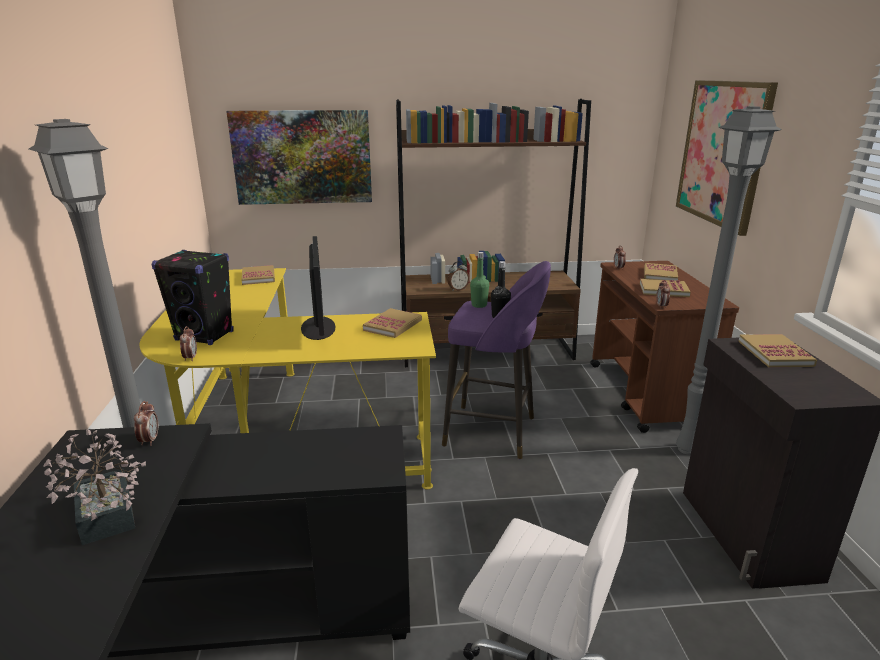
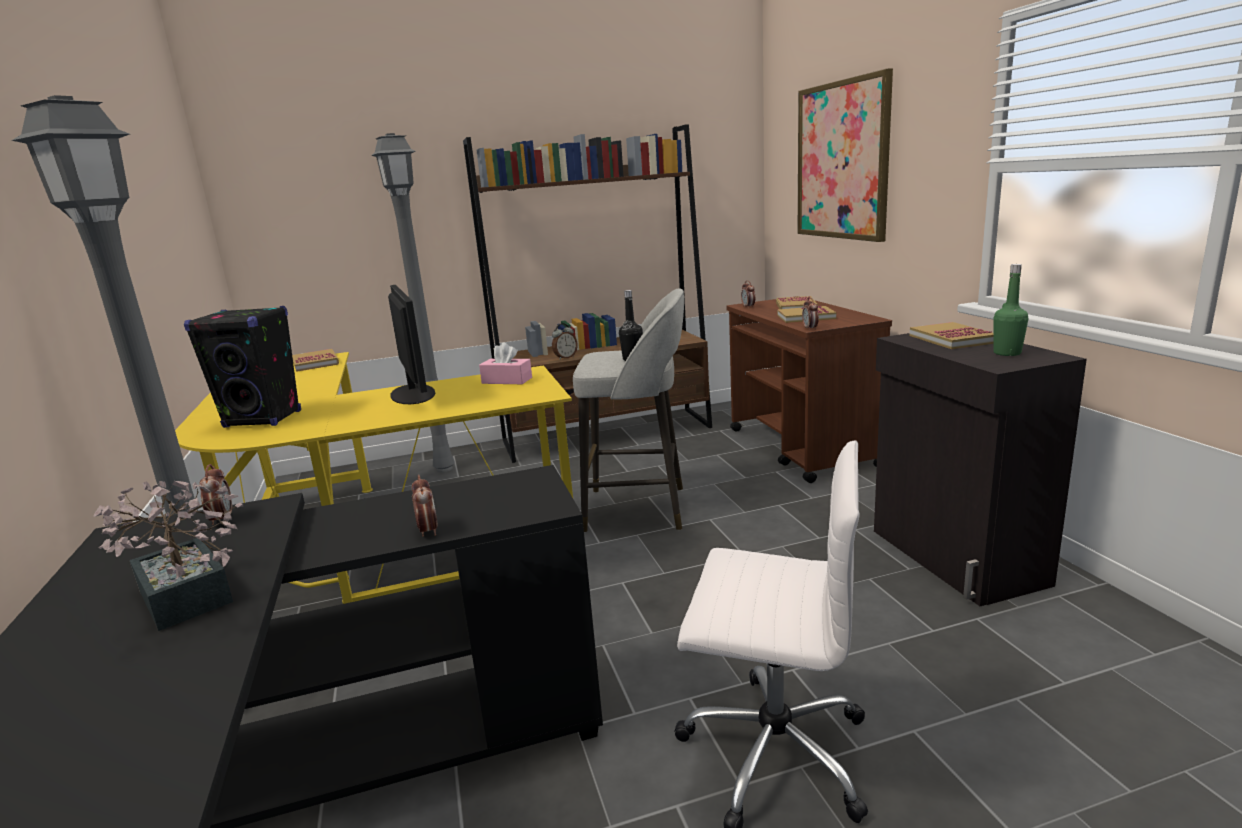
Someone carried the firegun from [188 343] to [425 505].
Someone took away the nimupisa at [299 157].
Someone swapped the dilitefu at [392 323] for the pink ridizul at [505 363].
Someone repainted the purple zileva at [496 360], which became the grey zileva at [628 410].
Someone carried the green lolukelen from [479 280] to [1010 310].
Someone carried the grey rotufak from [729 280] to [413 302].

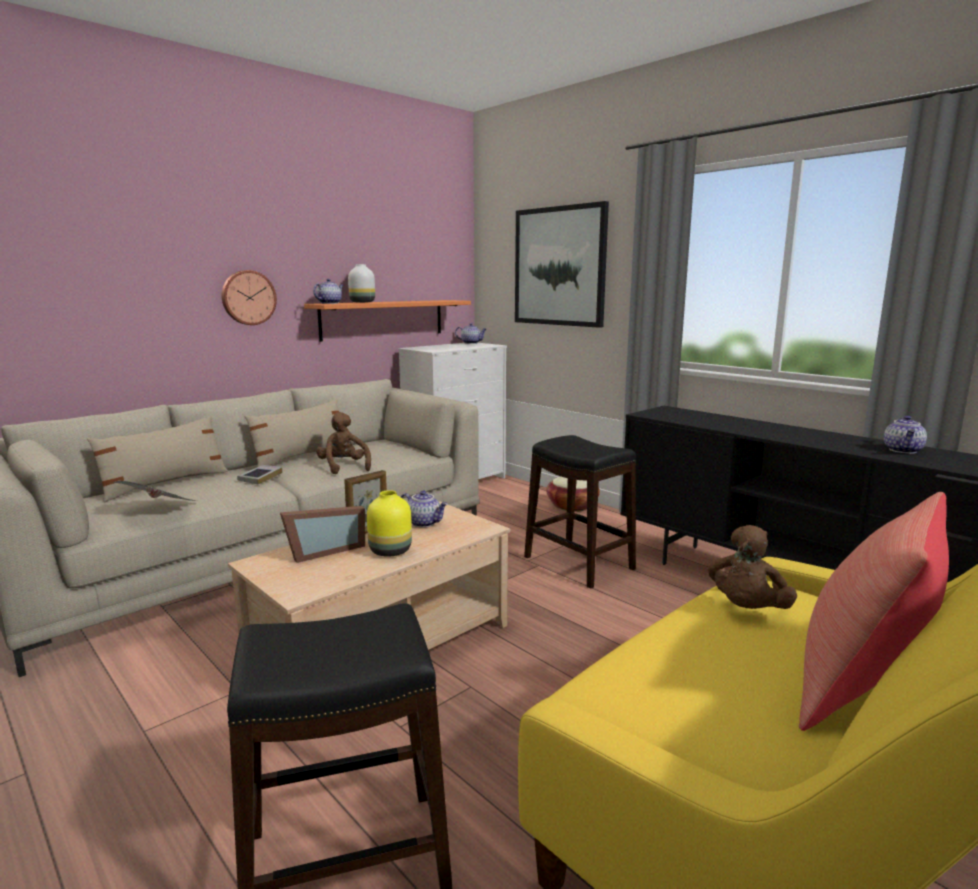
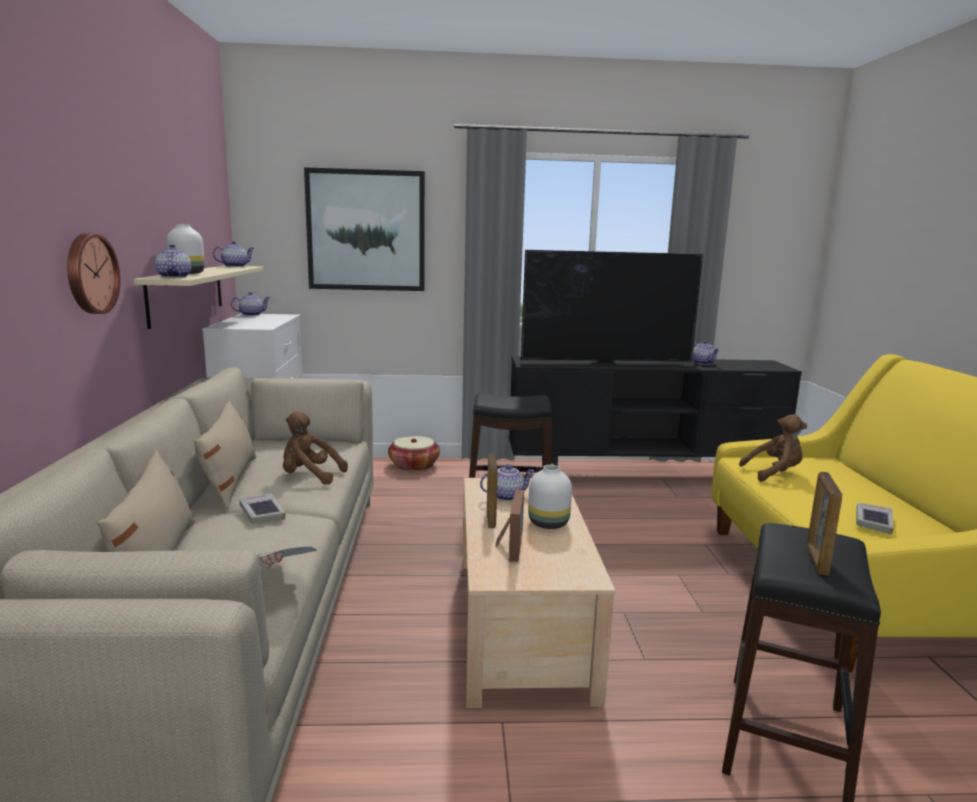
Someone repainted the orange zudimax at [387 321], which became the beige zudimax at [198 297].
Someone repainted the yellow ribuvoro at [389 523], which became the white ribuvoro at [550 497].
Someone rotated the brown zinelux at [752 567] by 75 degrees counterclockwise.
Someone took away the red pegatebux at [874 611].
Someone put down the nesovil at [233 254].
Someone put down the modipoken at [612 308].
Someone put down the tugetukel at [824 523].
Someone put down the dilitefu at [875 519].

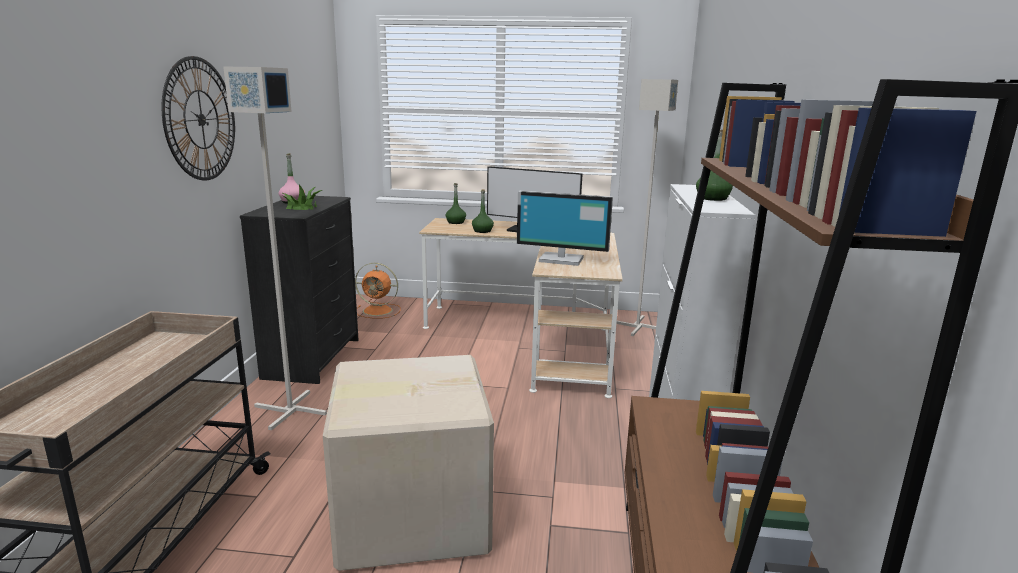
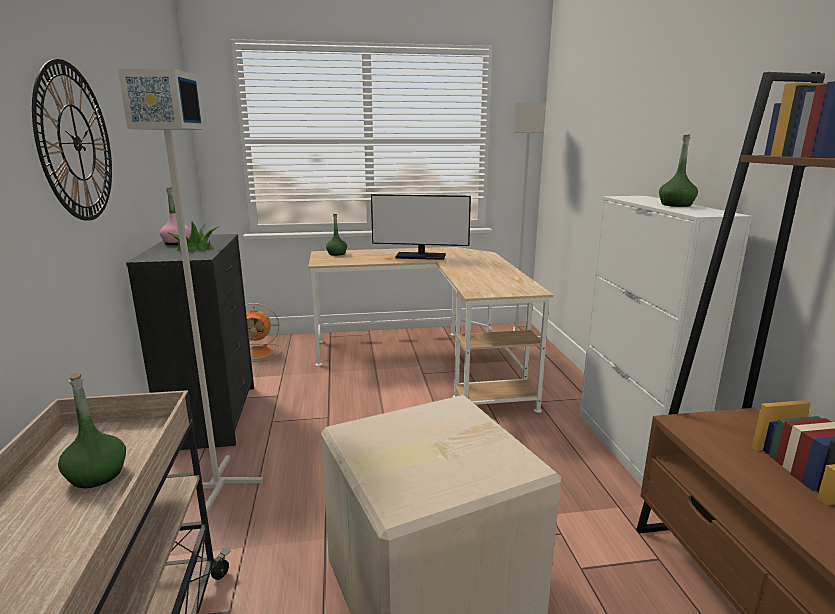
Someone carried the green lolukelen from [483 211] to [92 430].
Someone took away the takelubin at [565 228].

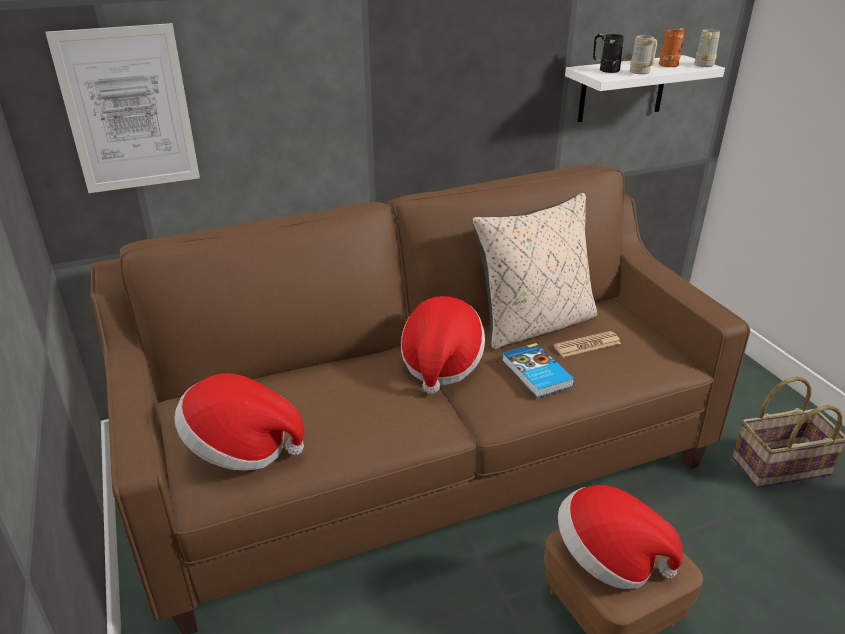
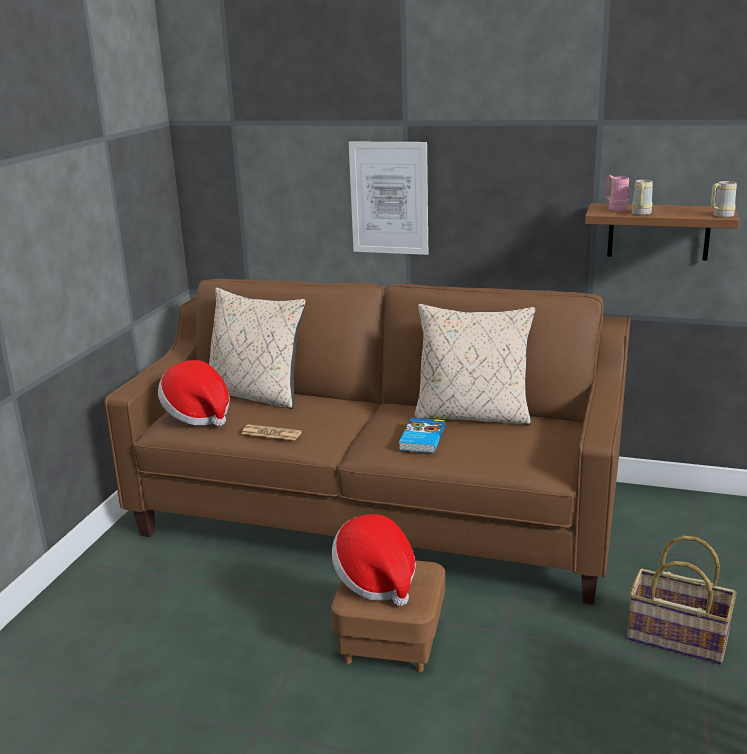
Someone carried the nimupisa from [122 108] to [388 198].
Someone took away the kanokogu at [443 345].
Someone carried the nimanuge from [587 344] to [272 432].
Someone repainted the white zudimax at [645 88], which became the brown zudimax at [662 232].
Someone repainted the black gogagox at [608 53], which became the pink gogagox at [617 193].
Someone took away the orange gogagox at [672 47].
Someone put down the beige pegatebux at [257 348].

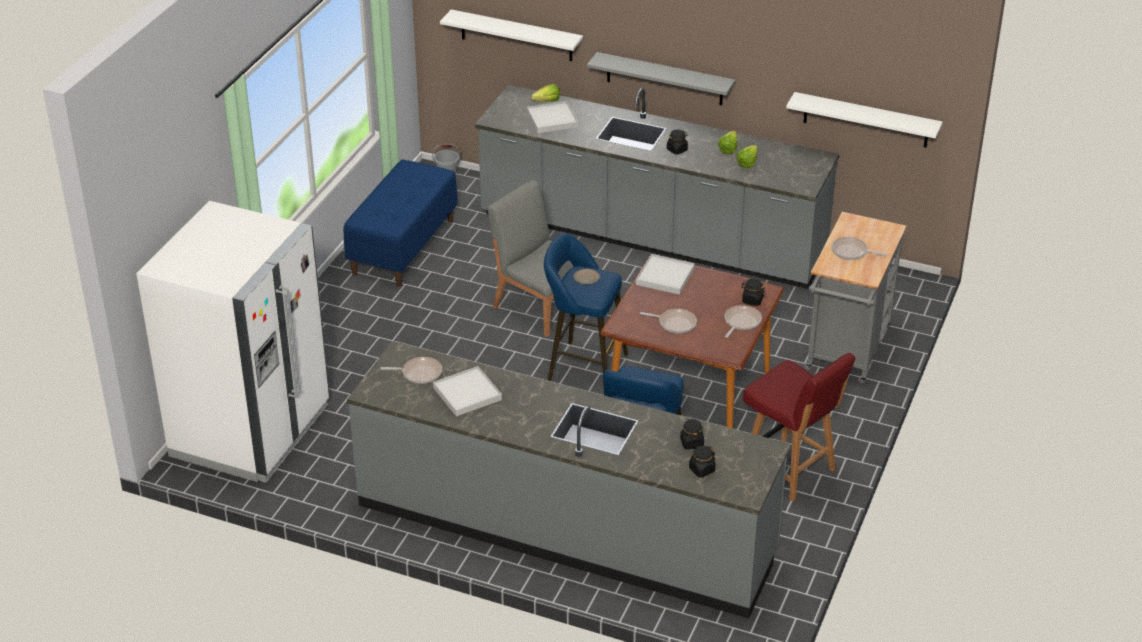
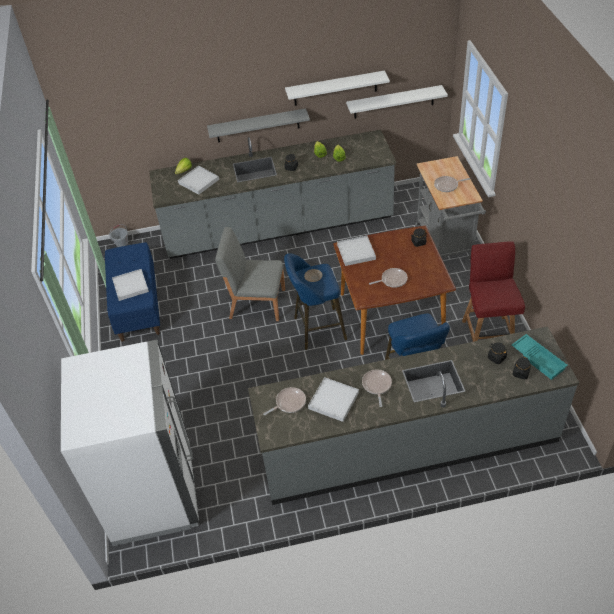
Someone carried the white zudimax from [511 35] to [337 88].
Someone carried the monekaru from [743 321] to [377 388].
Someone rotated the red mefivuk at [799 427] by 105 degrees counterclockwise.
Someone put down the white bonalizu at [130 285].
Someone put down the turquoise bonalizu at [540 357].

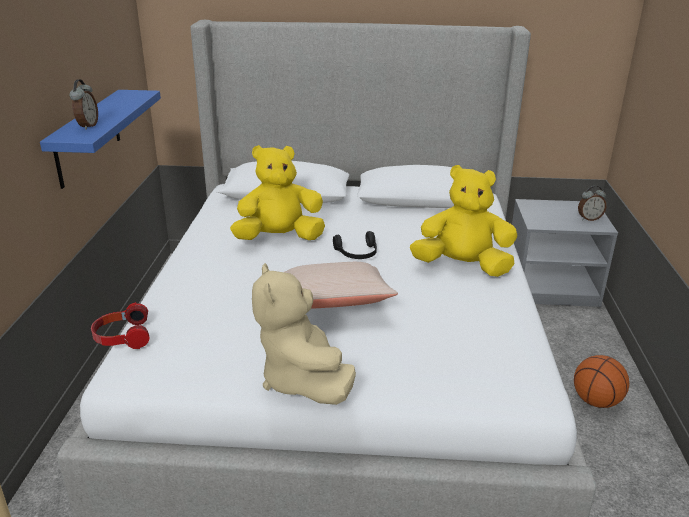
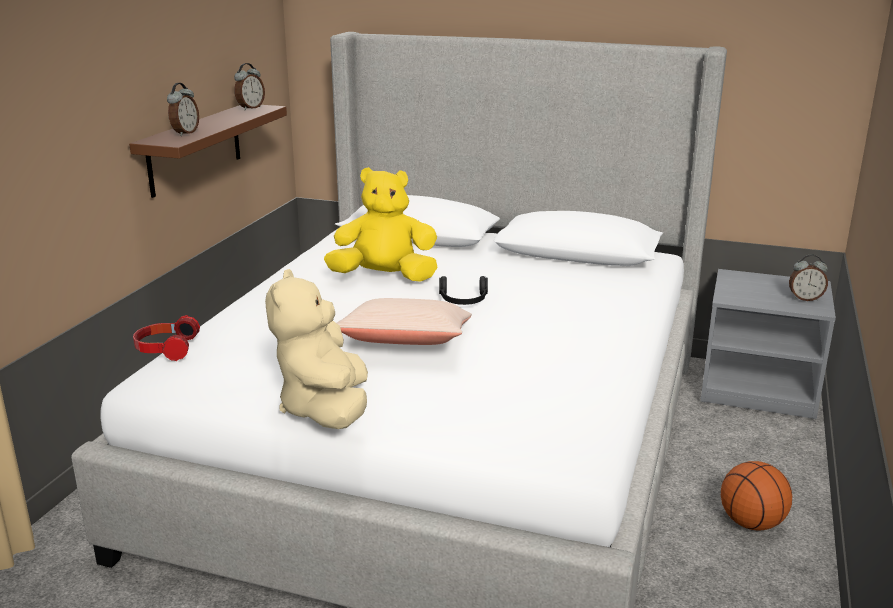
Someone repainted the blue zudimax at [100 139], which became the brown zudimax at [208 151].
Someone took away the yellow zinelux at [463 221].
Someone put down the firegun at [249 86].

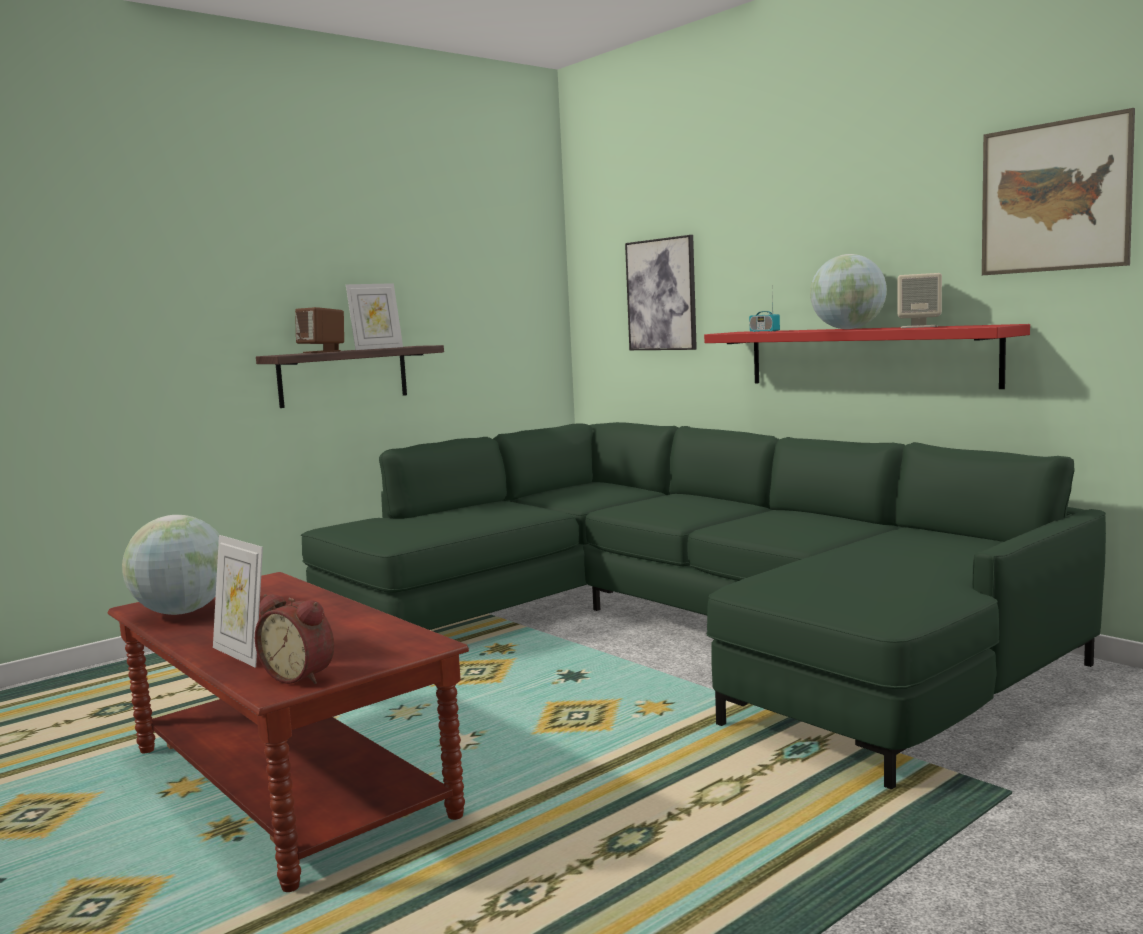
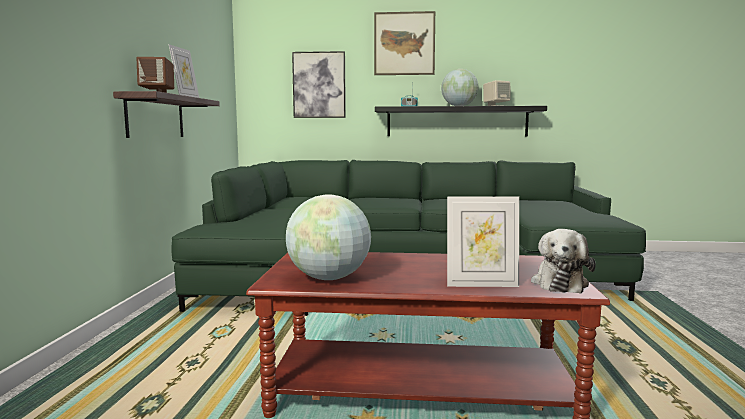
Someone swapped the firegun at [294 639] for the zinelux at [563 261].
Someone repainted the red zudimax at [867 356], which became the black zudimax at [461 121].
Someone carried the nimupisa from [1058 191] to [404 43].

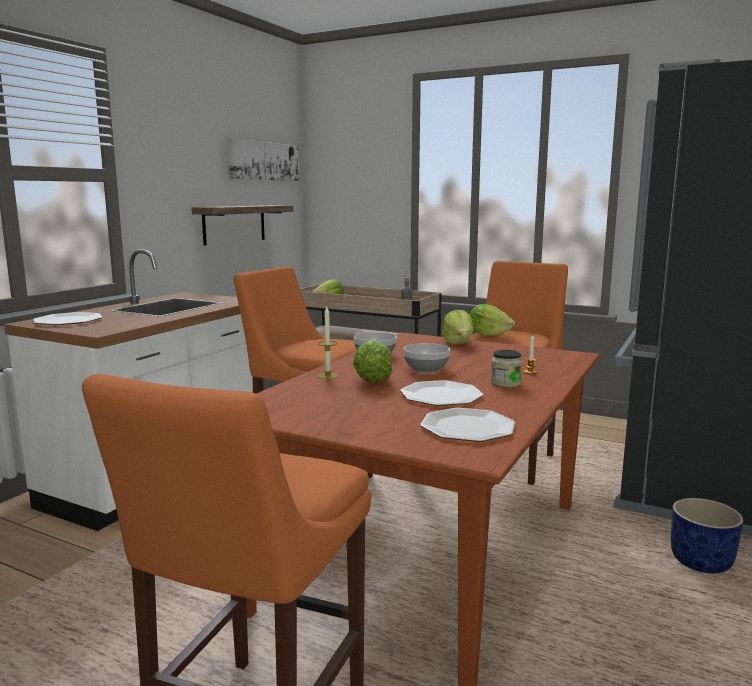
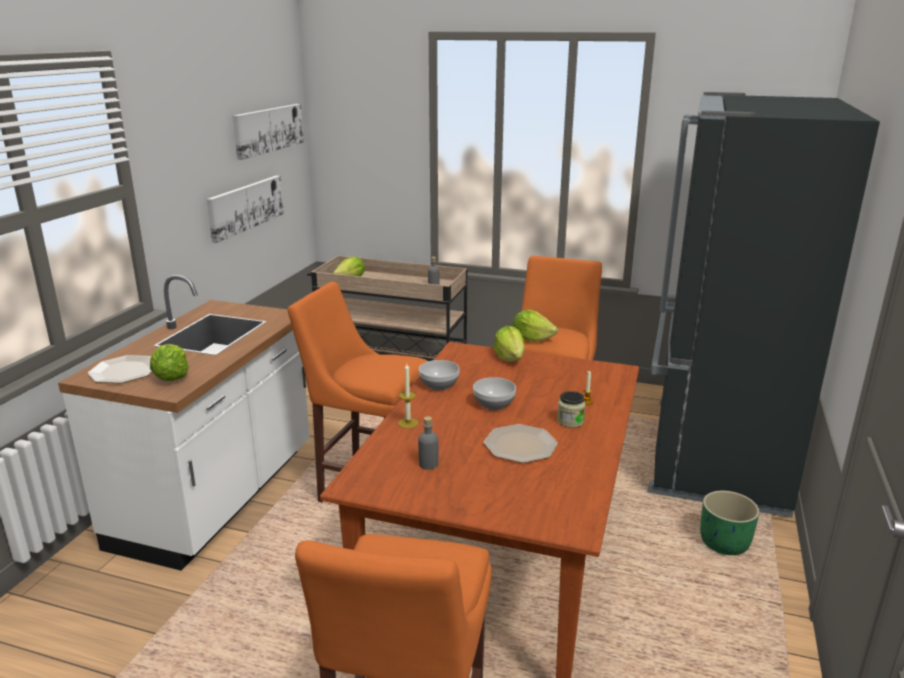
Someone swapped the zudimax at [242 225] for the nimupisa at [245 209].
Someone carried the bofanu from [373 361] to [169 362].
Someone took away the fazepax at [467 425].
Someone repainted the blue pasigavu at [707 536], which became the green pasigavu at [730 523].
Someone put down the grey lolukelen at [428 443].

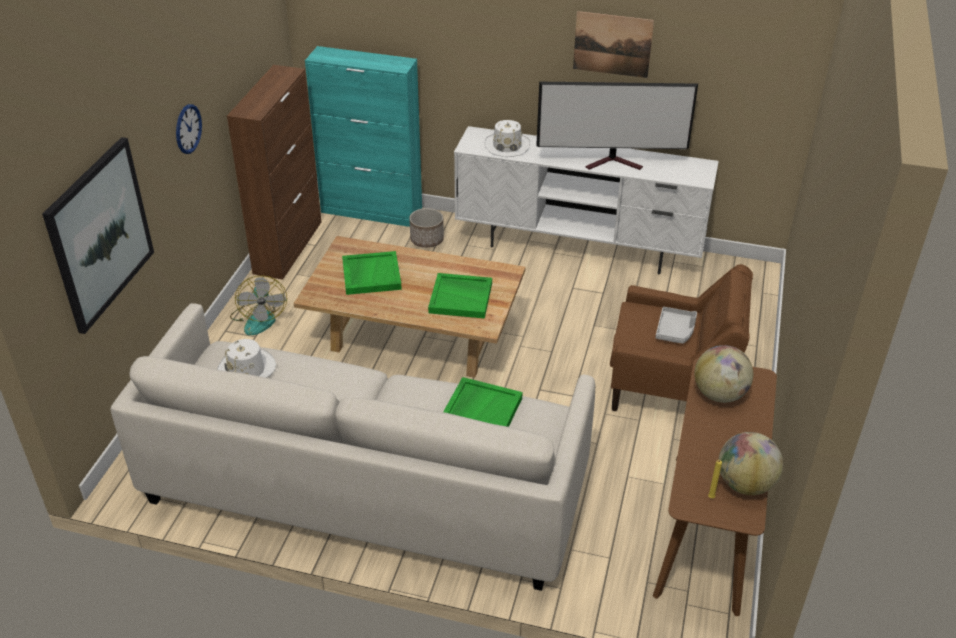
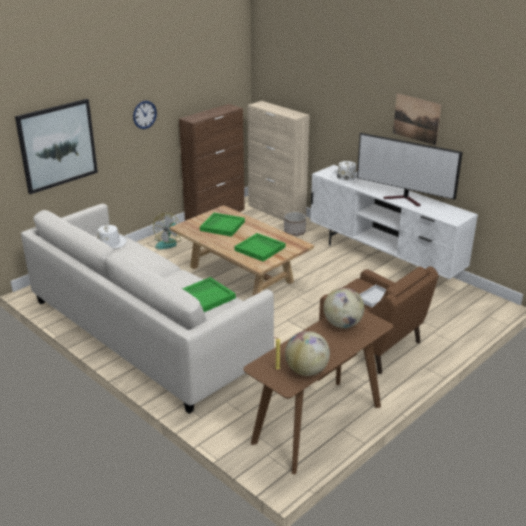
Someone repainted the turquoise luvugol at [363 136], which became the beige luvugol at [278 161].

